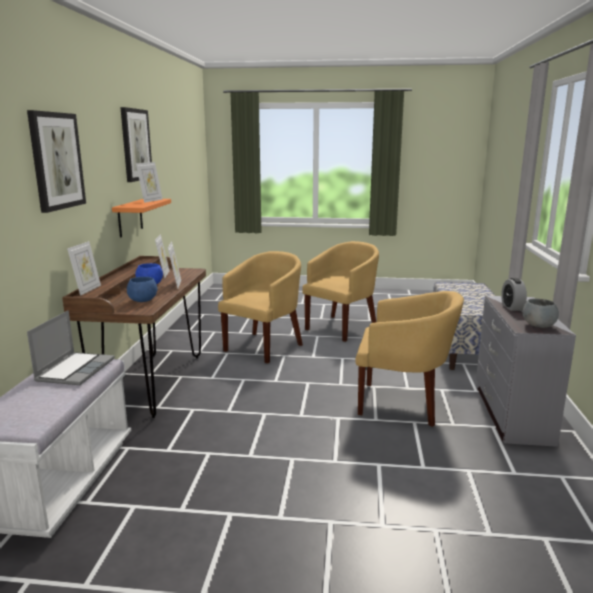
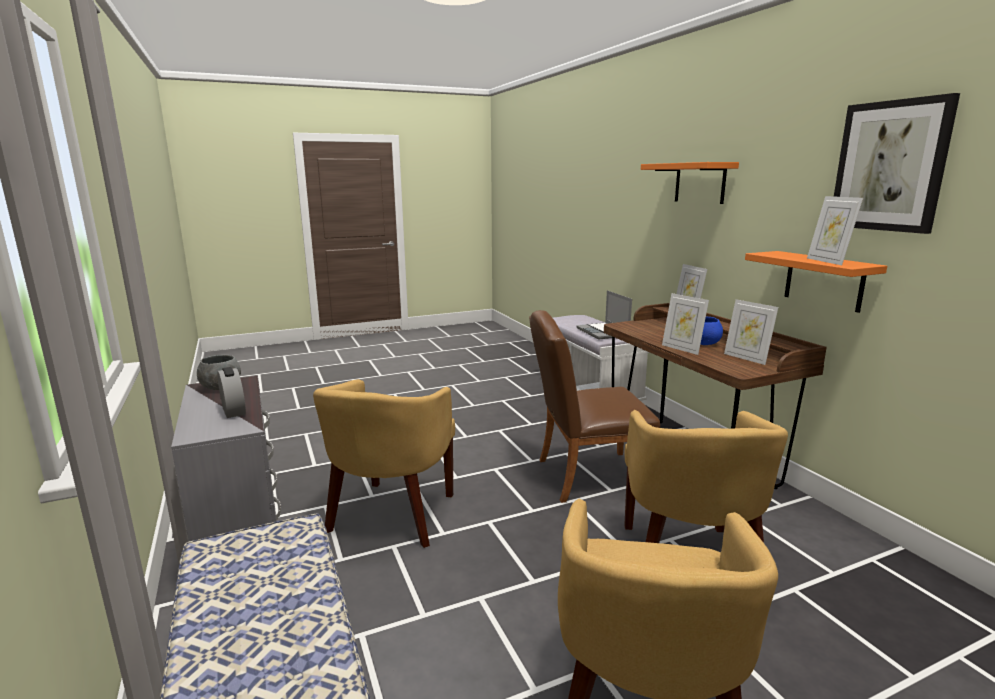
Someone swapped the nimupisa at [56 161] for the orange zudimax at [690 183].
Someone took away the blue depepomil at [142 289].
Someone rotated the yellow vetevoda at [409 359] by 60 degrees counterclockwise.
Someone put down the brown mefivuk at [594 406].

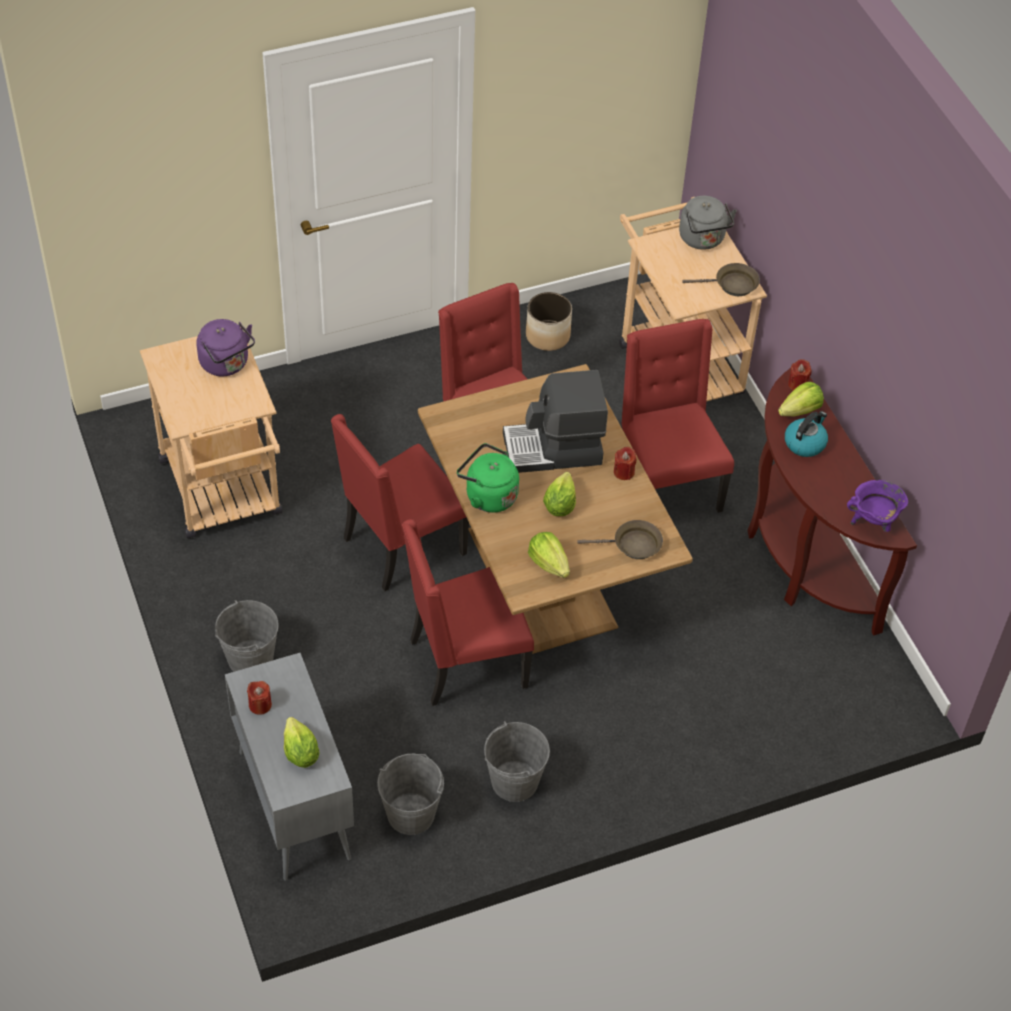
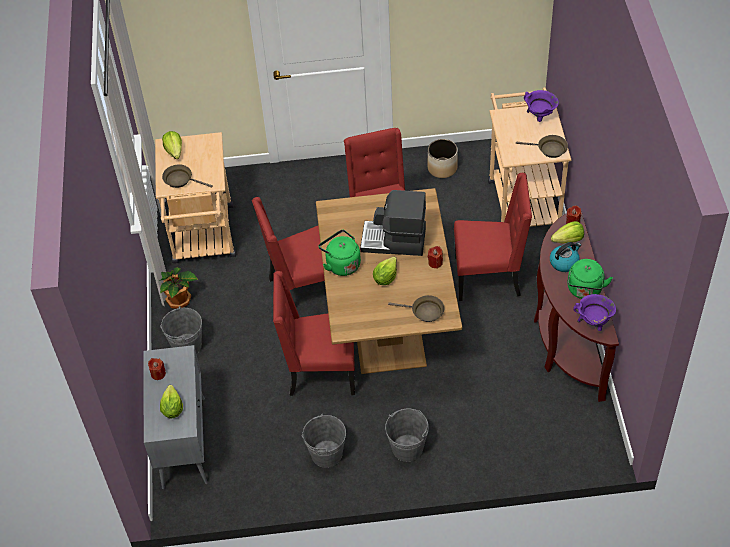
Someone took away the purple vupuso at [226 347].
Someone carried the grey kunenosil from [410 794] to [407 435].
Someone carried the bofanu from [549 555] to [172 145].
Someone rotated the red mefivuk at [677 416] by 90 degrees clockwise.
Someone swapped the grey vupuso at [708 223] for the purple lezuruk at [541 106].
Someone put down the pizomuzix at [178 288].
Someone put down the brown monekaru at [187 176].
Someone put down the green vupuso at [590 279].

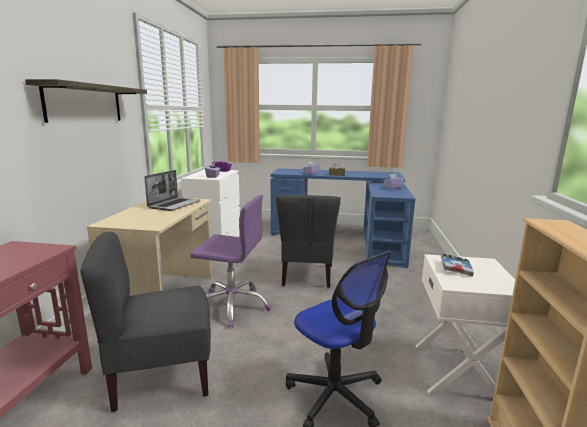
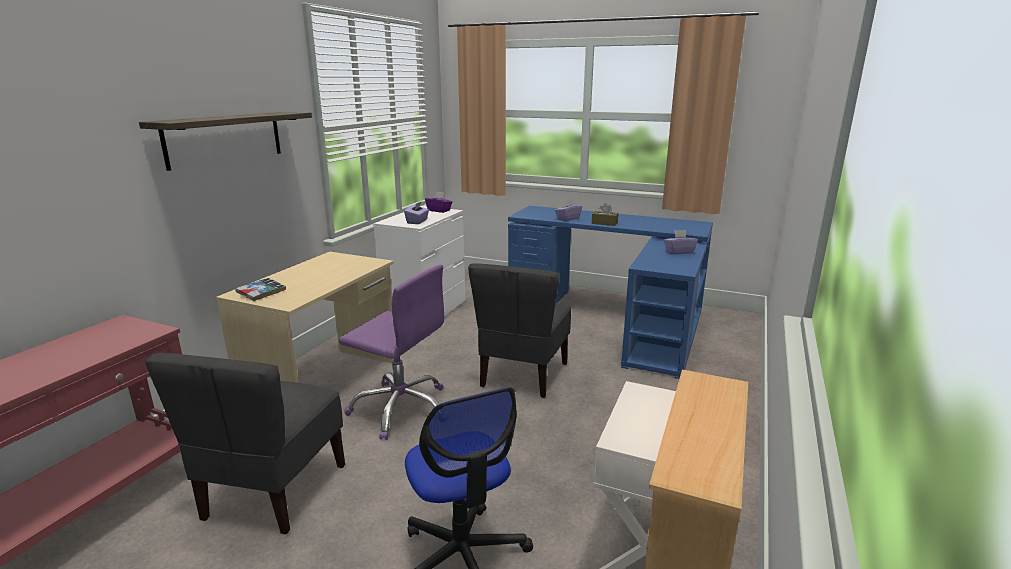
Someone rotated the grey mefivuk at [145 322] by 75 degrees counterclockwise.
Someone took away the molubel at [172 190].
Someone carried the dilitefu from [457 265] to [260 289].

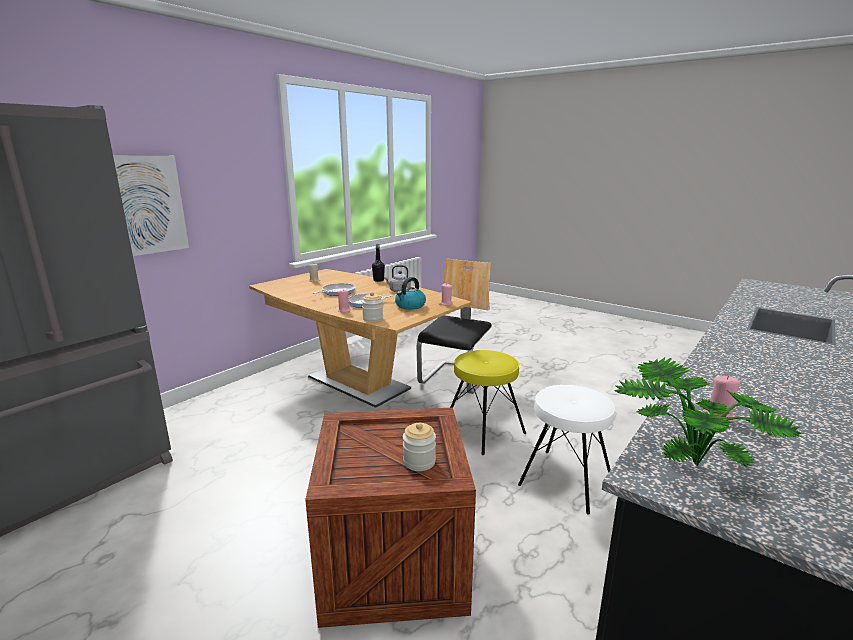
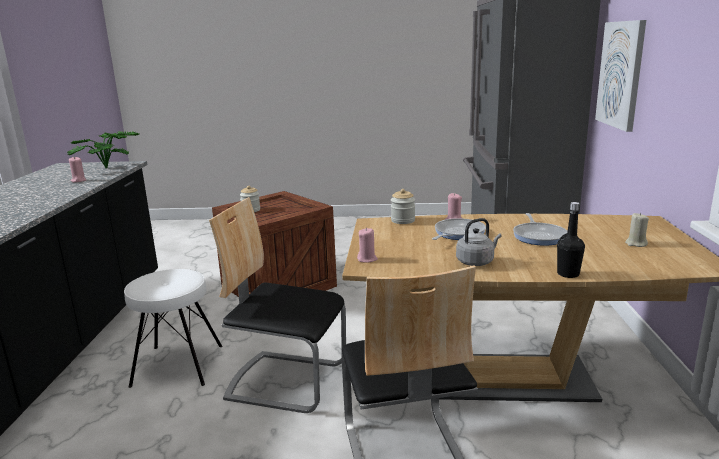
Someone took away the vupuso at [410 293].
Someone swapped the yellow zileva at [488 402] for the mefivuk at [277 305].

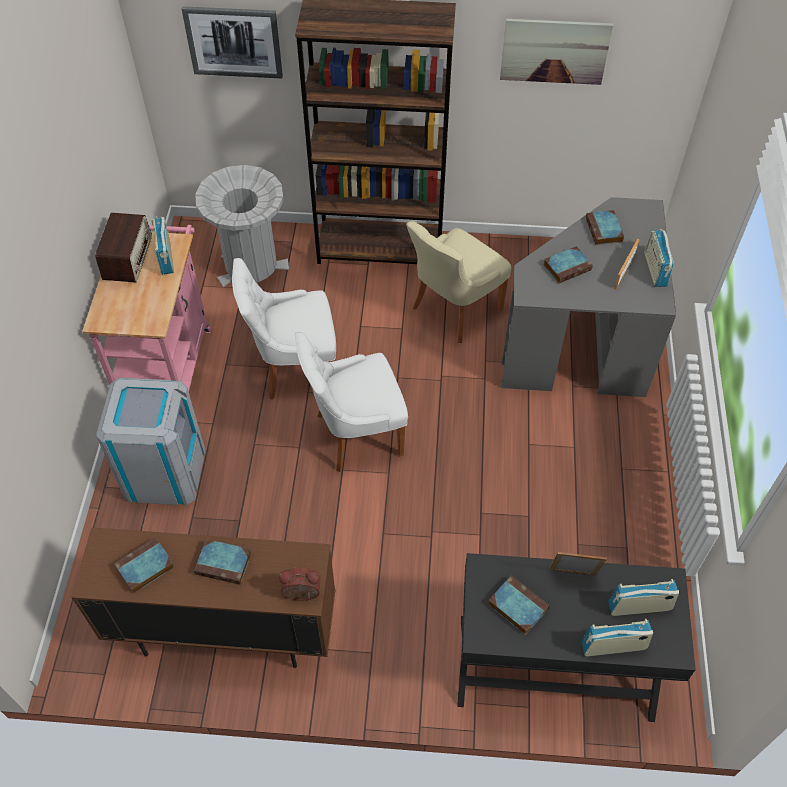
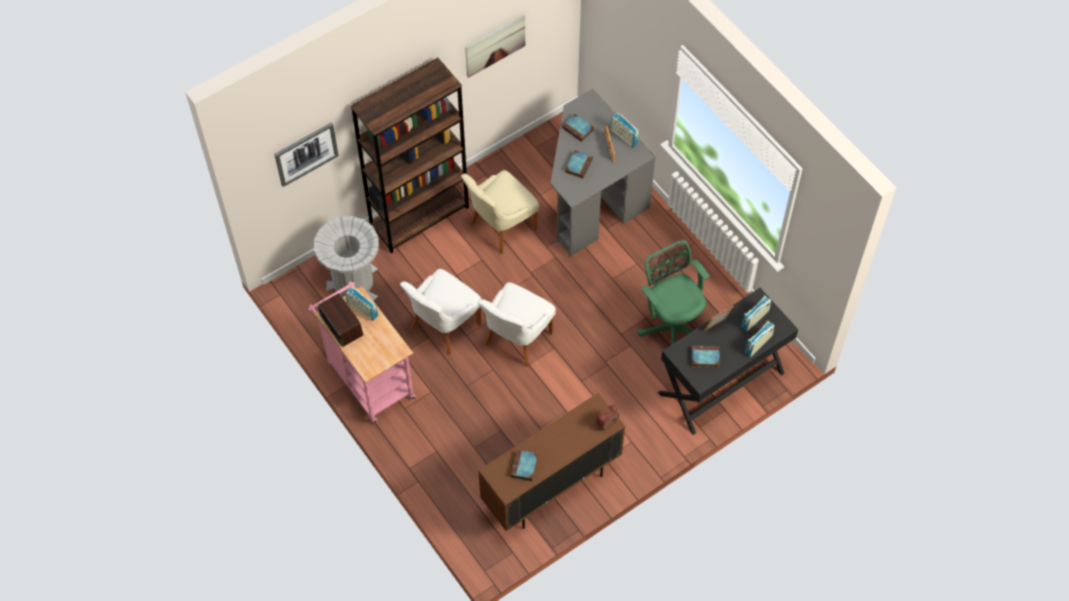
Someone took away the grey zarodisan at [150 441].
Someone took away the dilitefu at [223 562].
Someone rotated the beige mefivuk at [459 282] by 45 degrees clockwise.
Someone put down the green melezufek at [673 292].

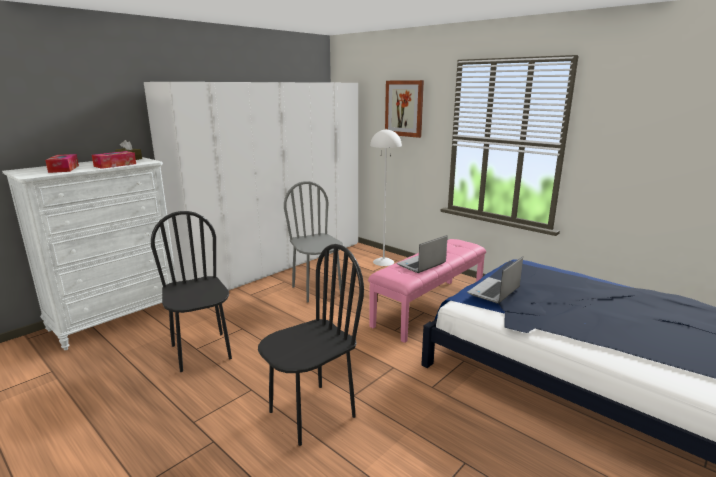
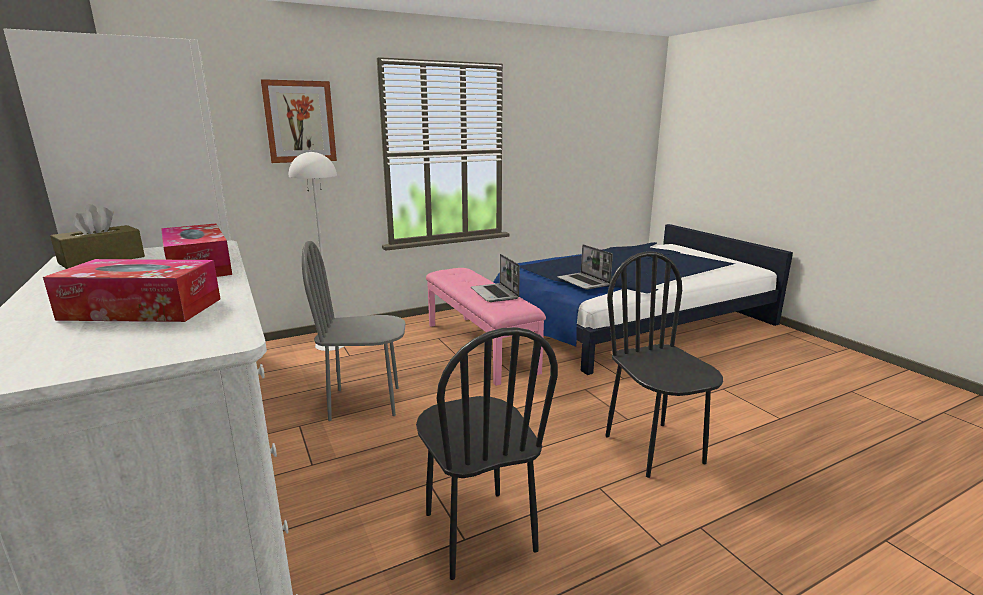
Someone rotated the black mefivuk at [191 291] by 105 degrees counterclockwise.

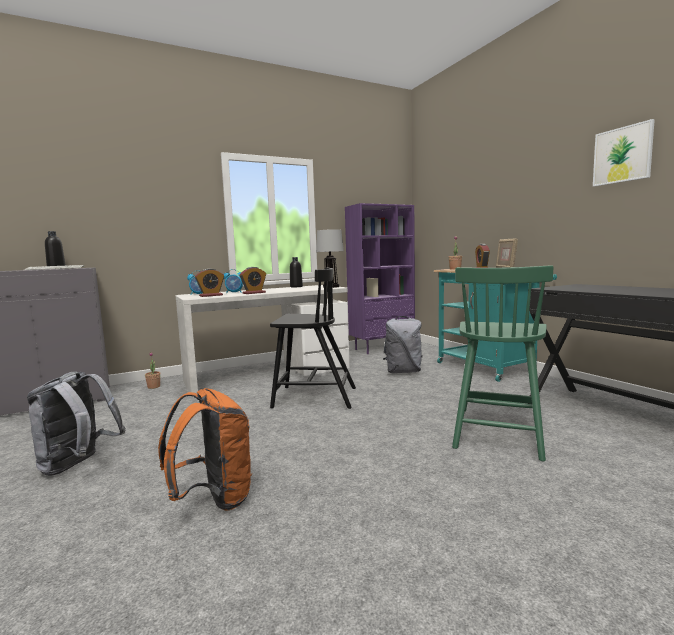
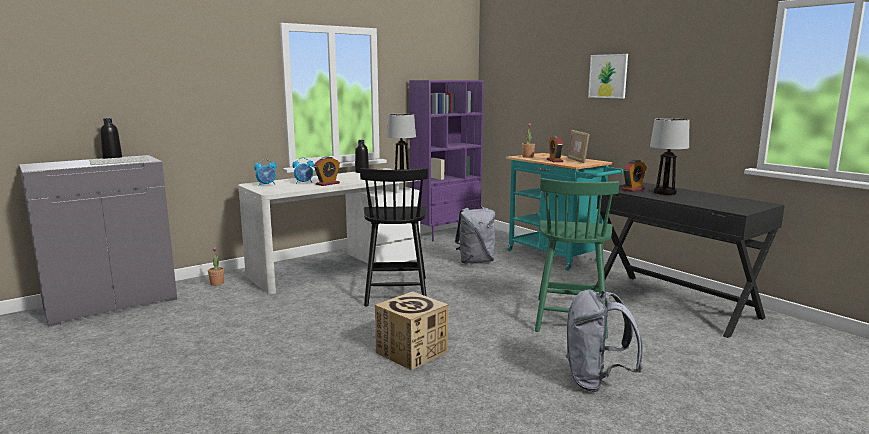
Someone carried the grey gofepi from [76 423] to [604 340].
Someone took away the orange gofepi at [205 449].
Someone carried the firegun from [209 283] to [634 176].
Someone rotated the black mefivuk at [313 338] by 90 degrees clockwise.
Someone carried the nimupisa from [624 153] to [608 76].
Someone put down the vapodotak at [412 330].
Someone put down the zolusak at [669 156].

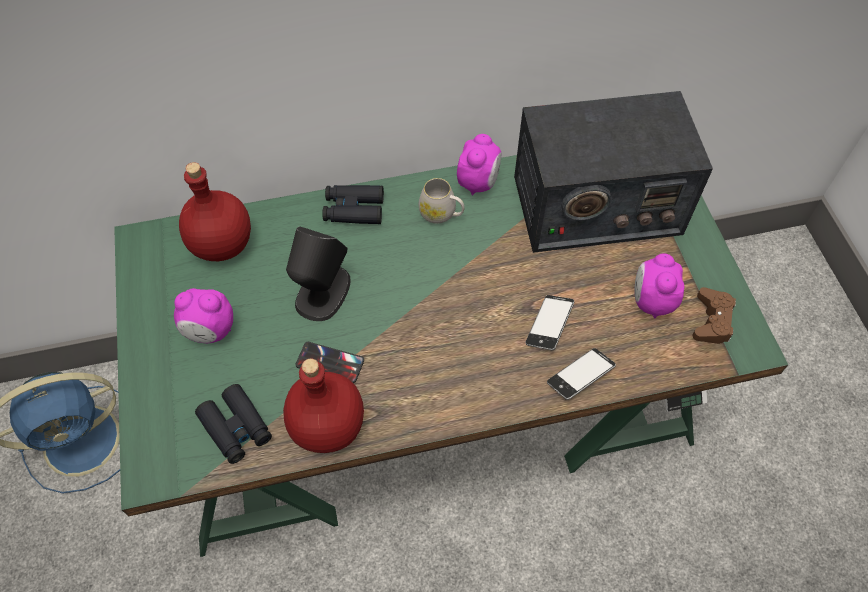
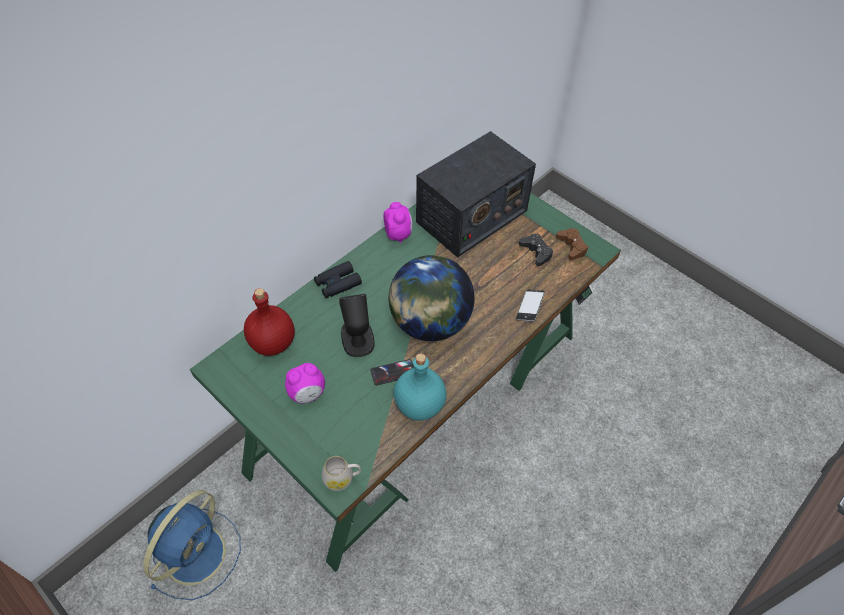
Someone took away the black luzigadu at [233 424].
Someone repainted the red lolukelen at [323 405], which became the turquoise lolukelen at [420 387].
Someone carried the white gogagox from [442 201] to [341 473].
Someone took away the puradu at [549 322].
Someone swapped the firegun at [659 285] for the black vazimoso at [536 250].
Someone put down the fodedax at [432 298].

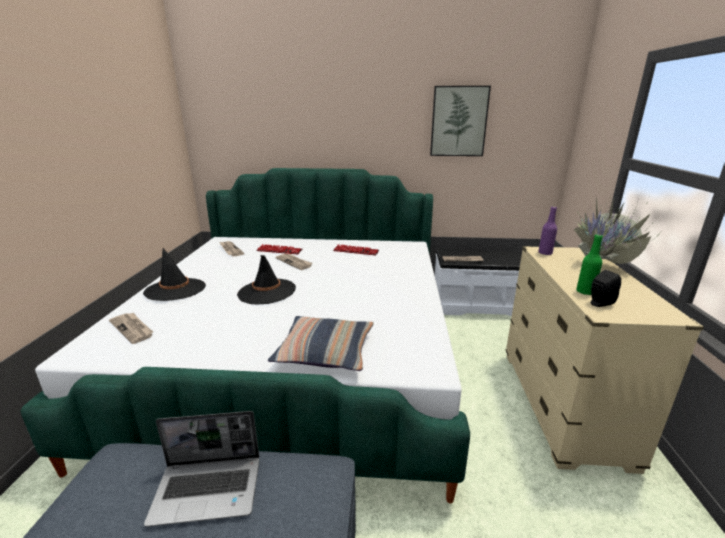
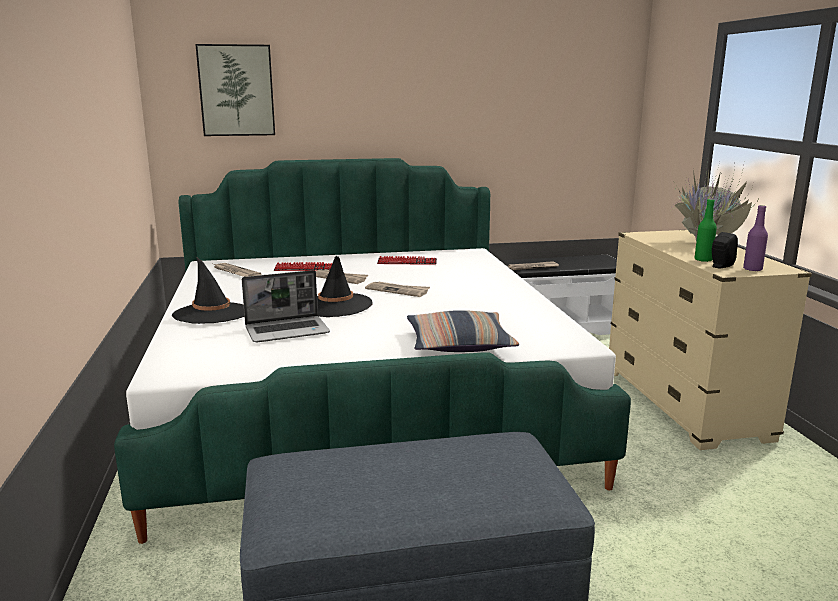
Someone carried the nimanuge from [131 328] to [397 289].
Someone carried the molubel from [201 469] to [286 306].
Someone carried the nimupisa from [460 121] to [235 90].
Someone carried the purple lolukelen from [547 230] to [755 238].

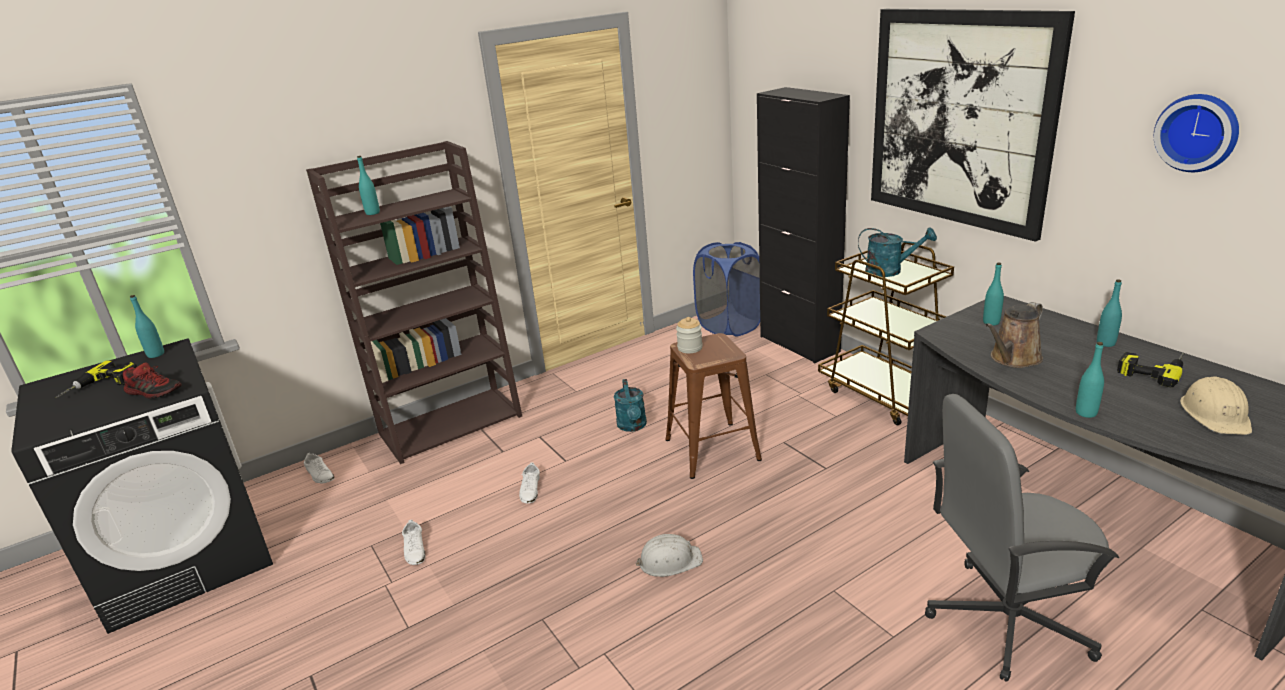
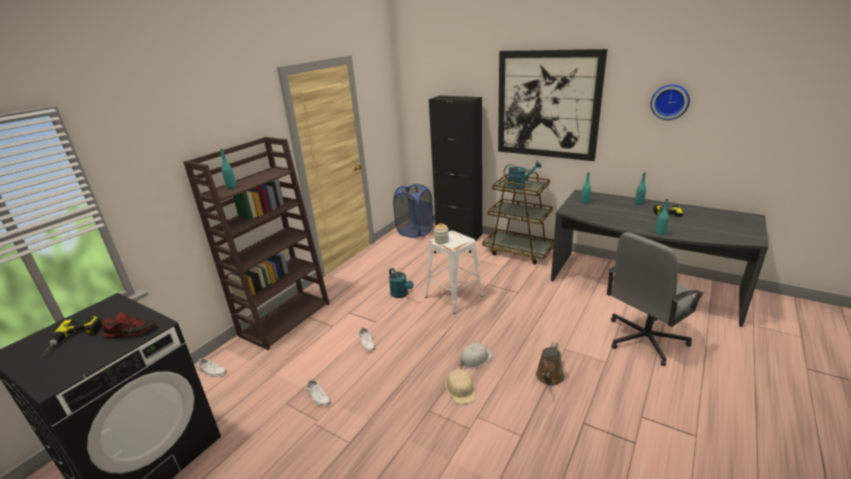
Someone took away the turquoise lolukelen at [147 326].
Someone repainted the brown zileva at [714 406], which became the white zileva at [454 272].
Someone carried the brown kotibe from [1014 335] to [550 364].
Someone carried the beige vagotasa from [1216 406] to [460 386].

